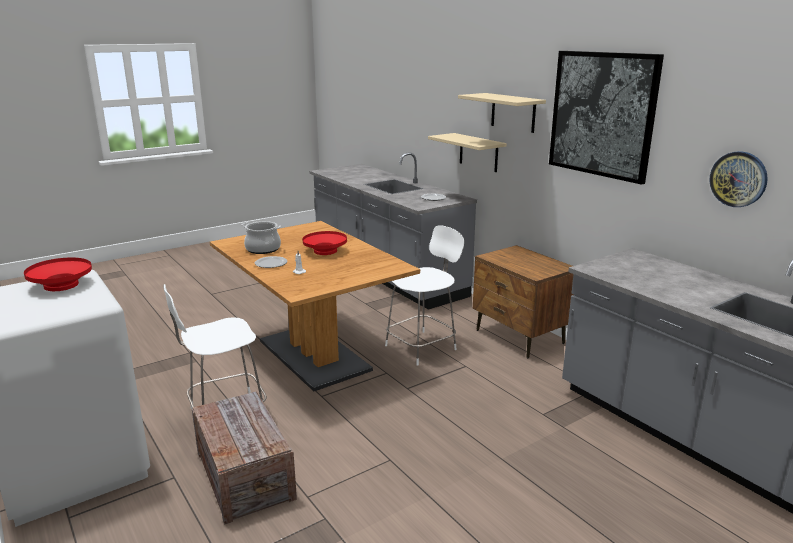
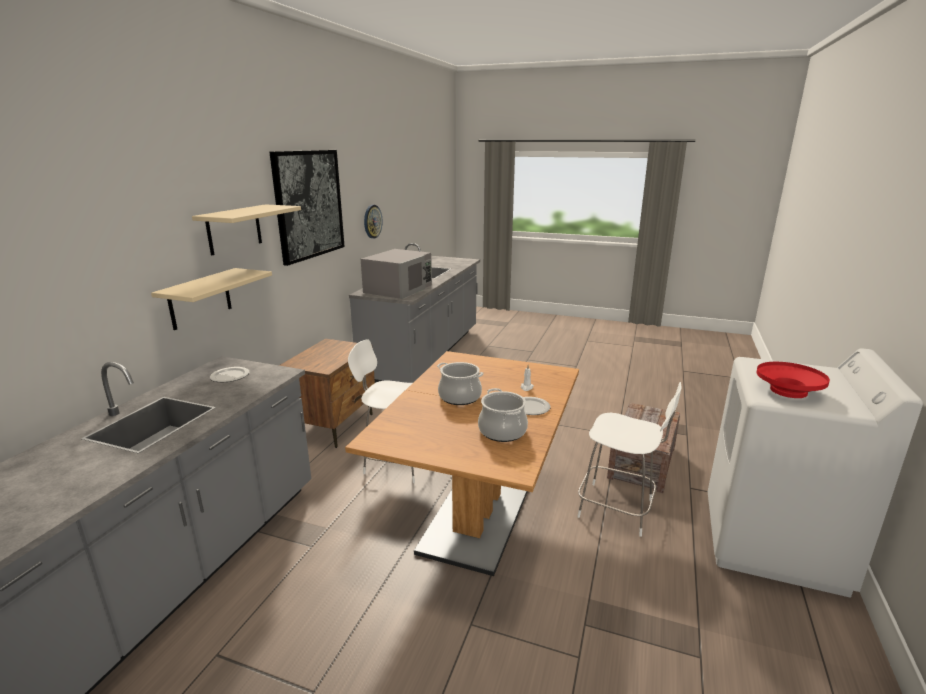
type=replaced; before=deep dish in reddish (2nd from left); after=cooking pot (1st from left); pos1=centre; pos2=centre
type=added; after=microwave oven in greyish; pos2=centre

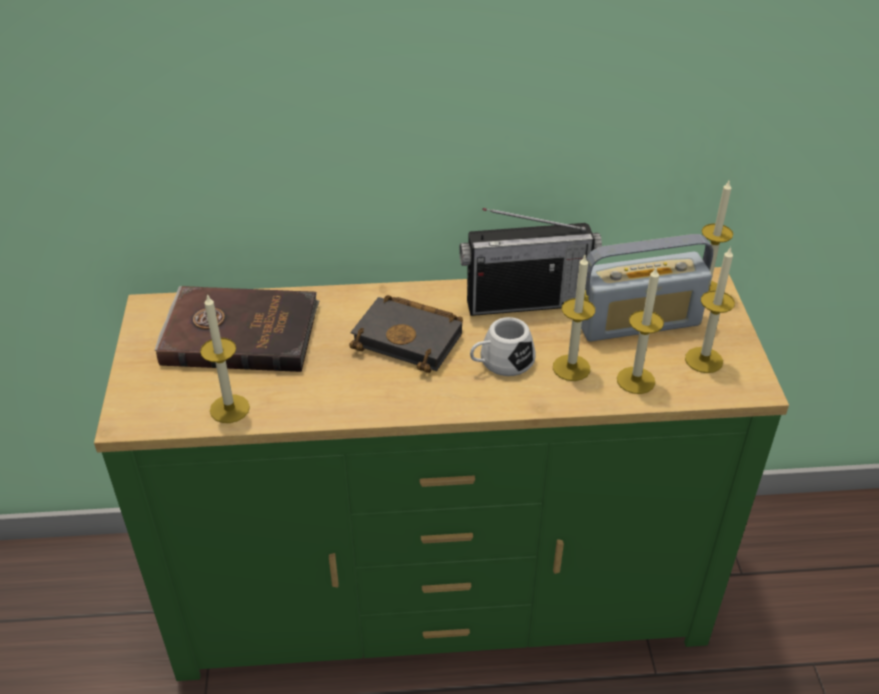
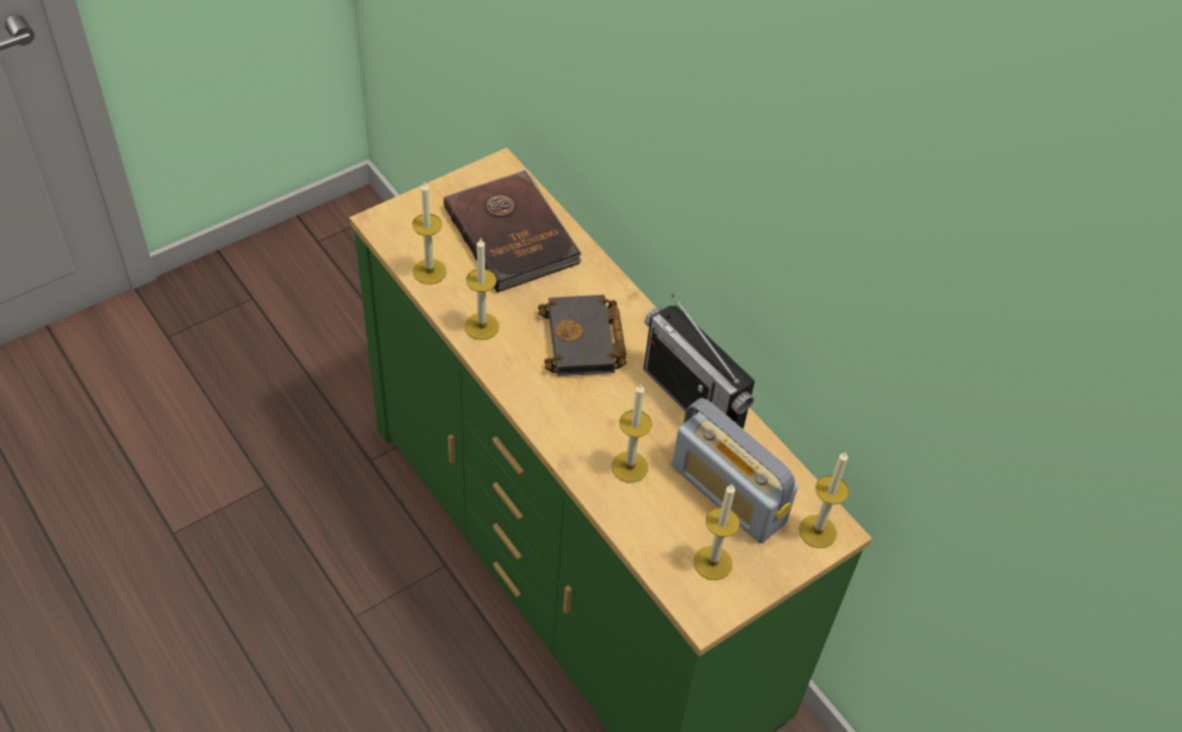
type=removed; before=tea mug in white-coloured; pos1=centre
type=moved; before=wax light (3rd from left in the first image); after=wax light (2nd from left); pos1=middle right; pos2=centre

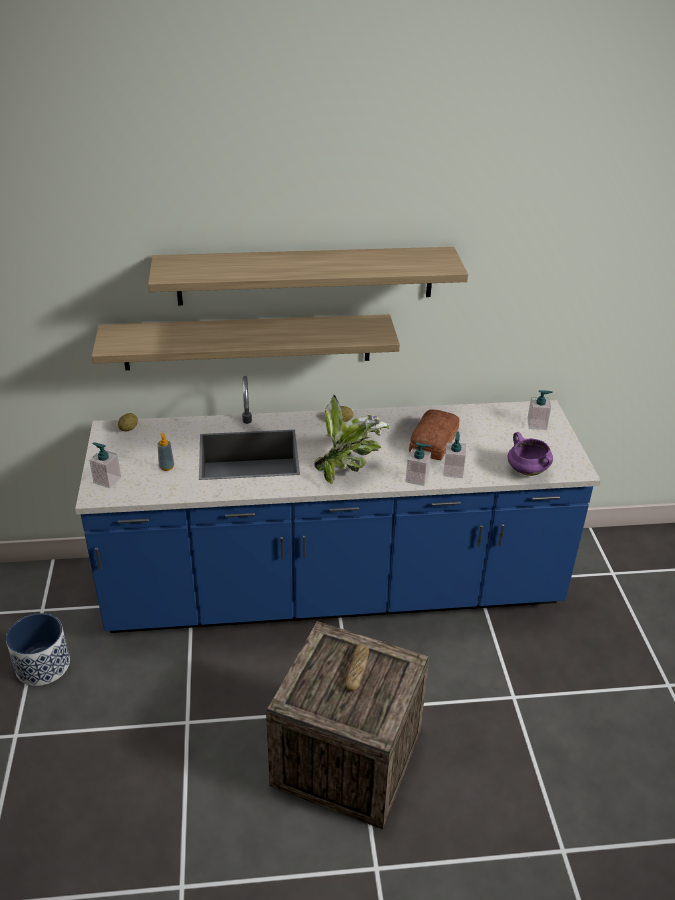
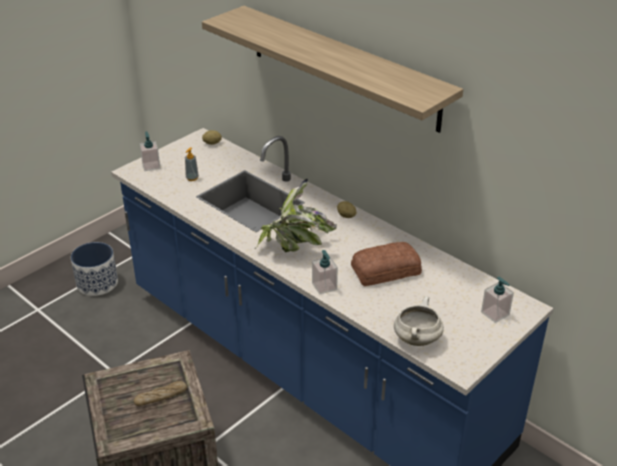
type=removed; before=bracket shelf (1st from left); pos1=centre
type=removed; before=liquid soap bottle (4th from left); pos1=middle right
type=recoloured; before=cooking pot in purple; after=cooking pot in white-coloured; pos1=middle right; pos2=bottom right

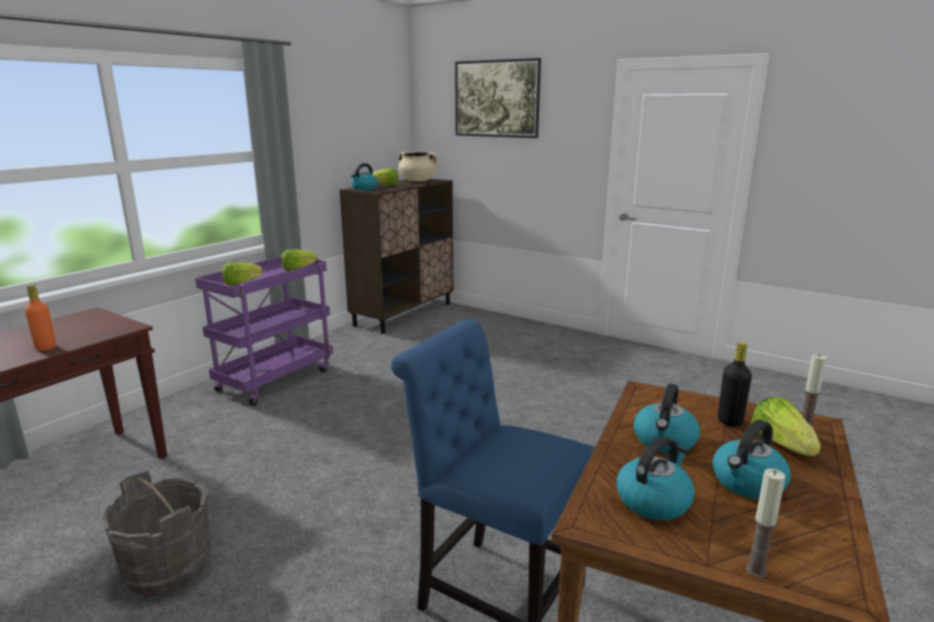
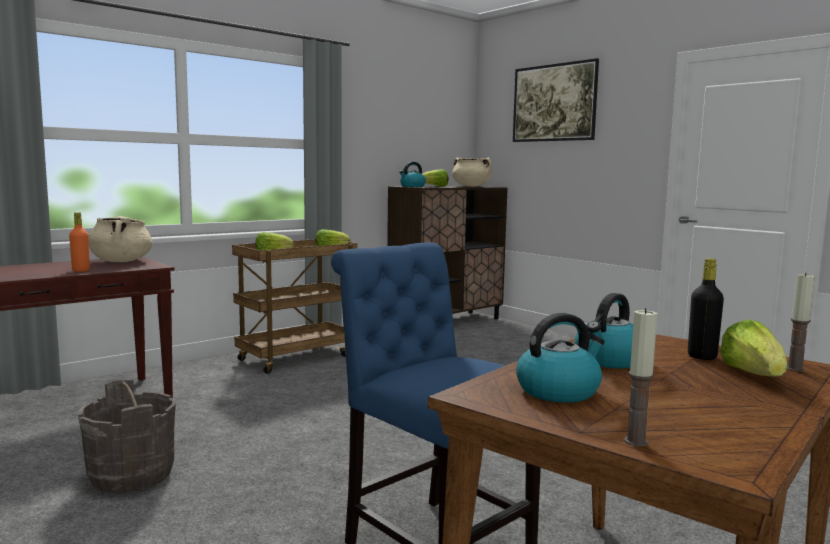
type=recoloured; before=trolley in purple; after=trolley in brown-coloured; pos1=middle left; pos2=centre
type=removed; before=kettle (4th from left); pos1=bottom right
type=added; after=cooking pot in beige (1st from left); pos2=middle left

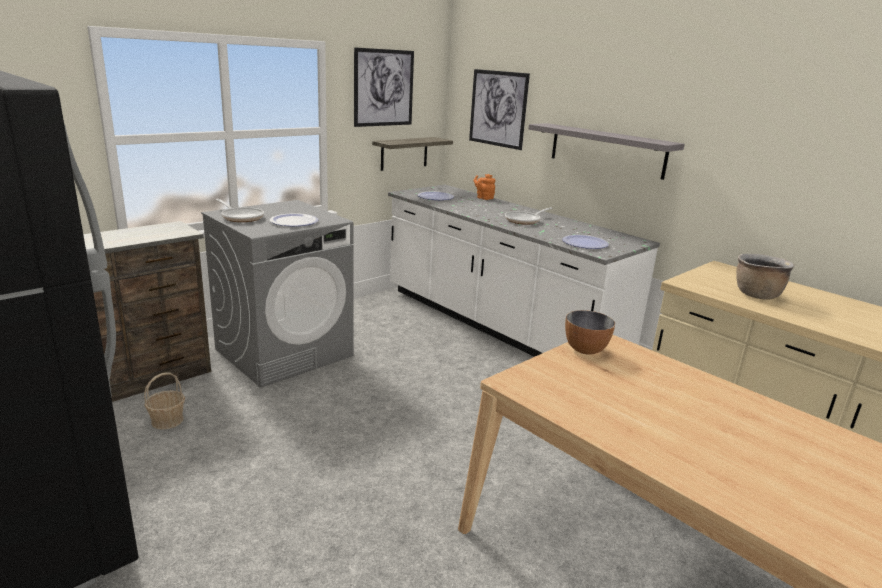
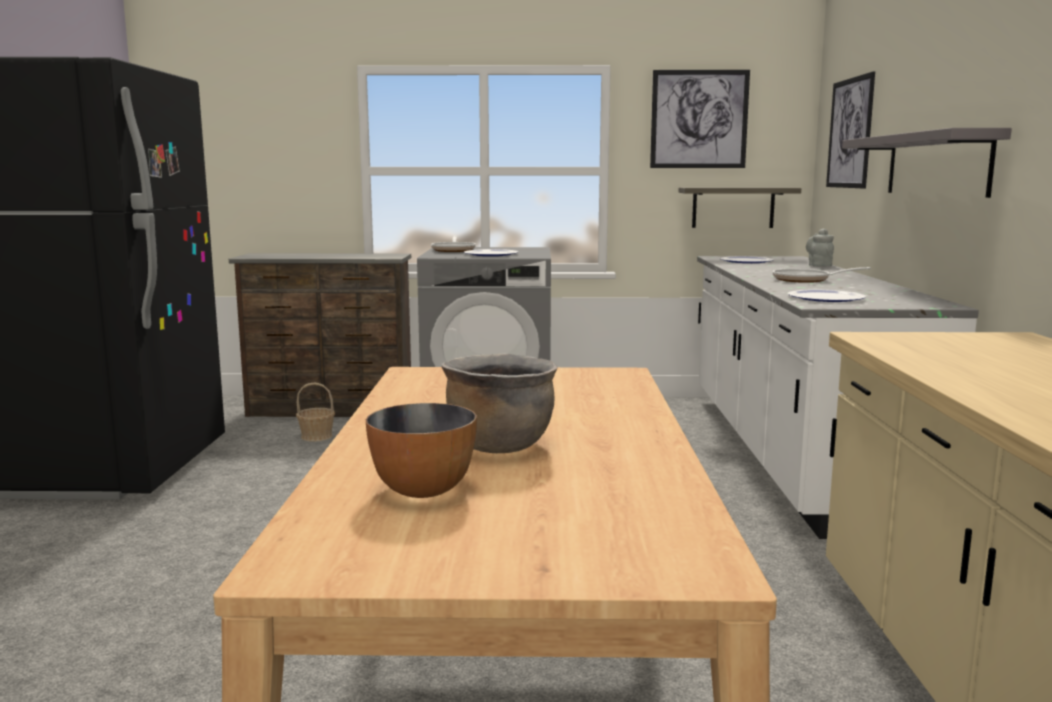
type=recoloured; before=tea pot in orange-coloured; after=tea pot in greyish; pos1=top centre; pos2=middle right
type=moved; before=deep dish; pos1=middle right; pos2=centre
type=moved; before=cooking pot in brown-coloured; pos1=middle right; pos2=centre

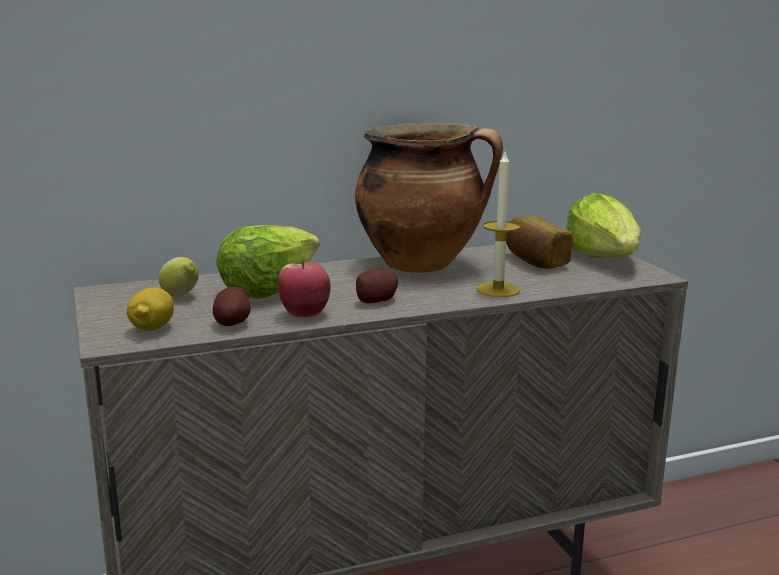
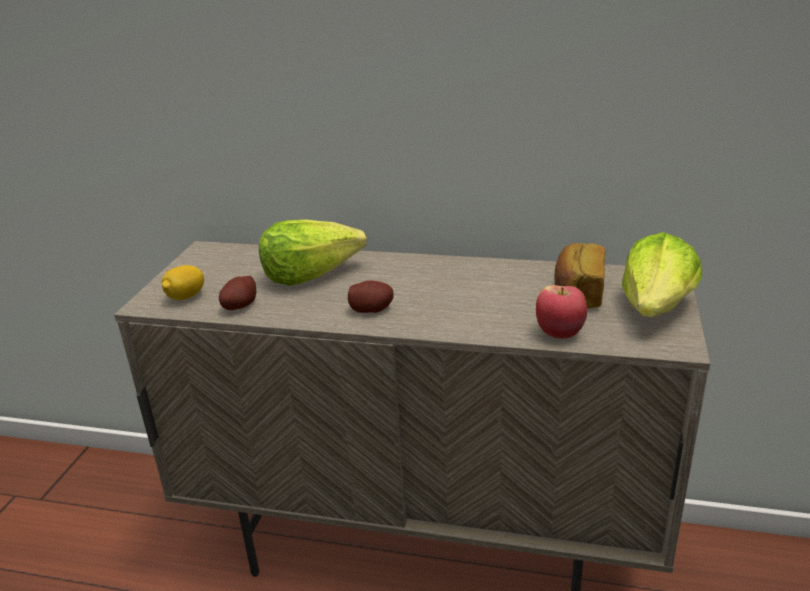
type=removed; before=lemon (2nd from left); pos1=middle left
type=moved; before=apple fruit; pos1=centre; pos2=middle right
type=removed; before=cooking pot; pos1=centre
type=removed; before=wax light; pos1=centre

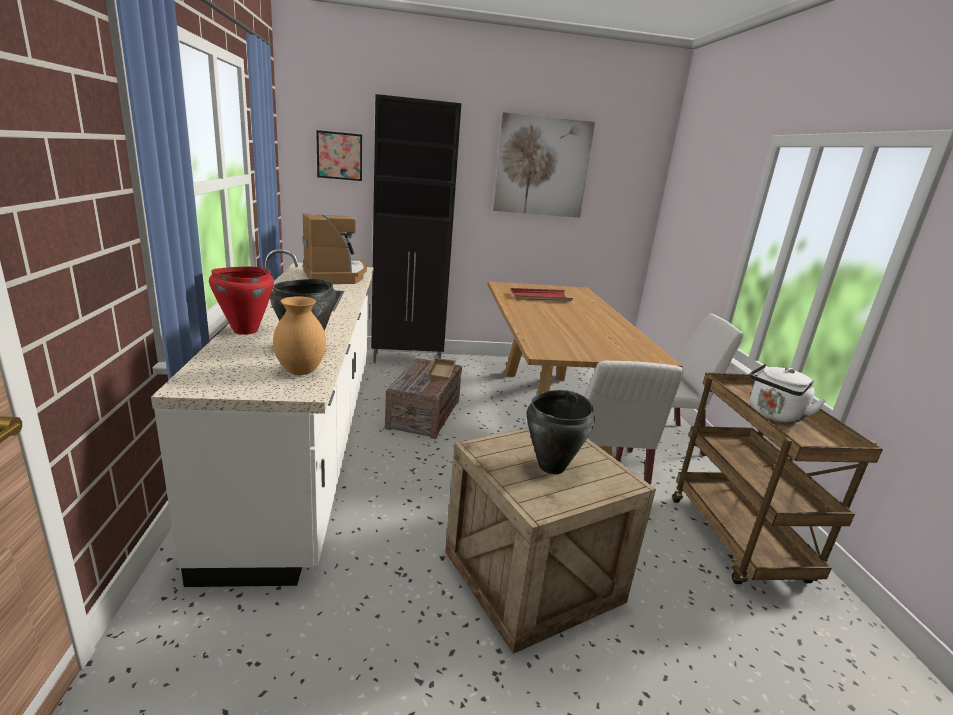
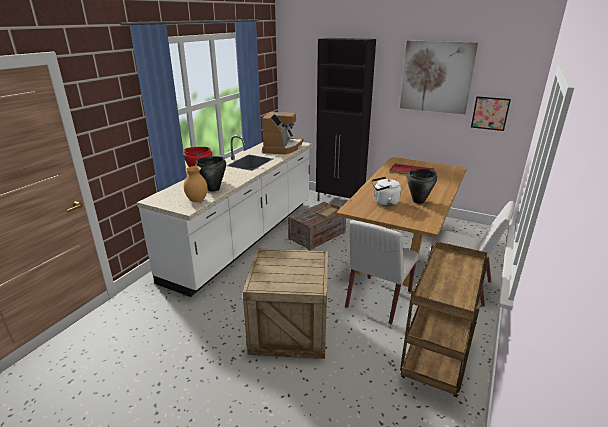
type=moved; before=picture (1st from left in the first image); after=picture (2nd from left); pos1=top centre; pos2=top right
type=moved; before=cooking pot in black-coloured (2nd from left); pos1=centre; pos2=middle right
type=moved; before=kettle in white-coloured; pos1=middle right; pos2=centre

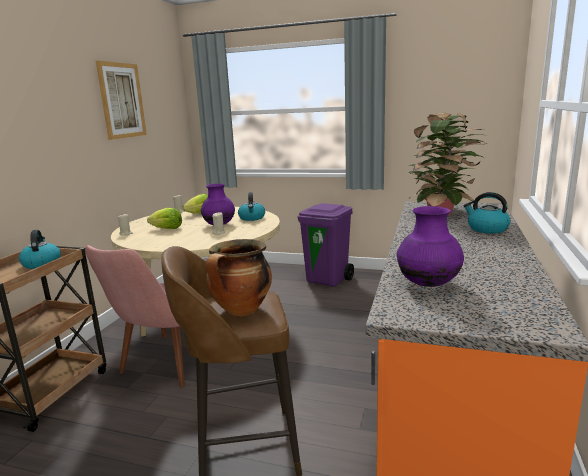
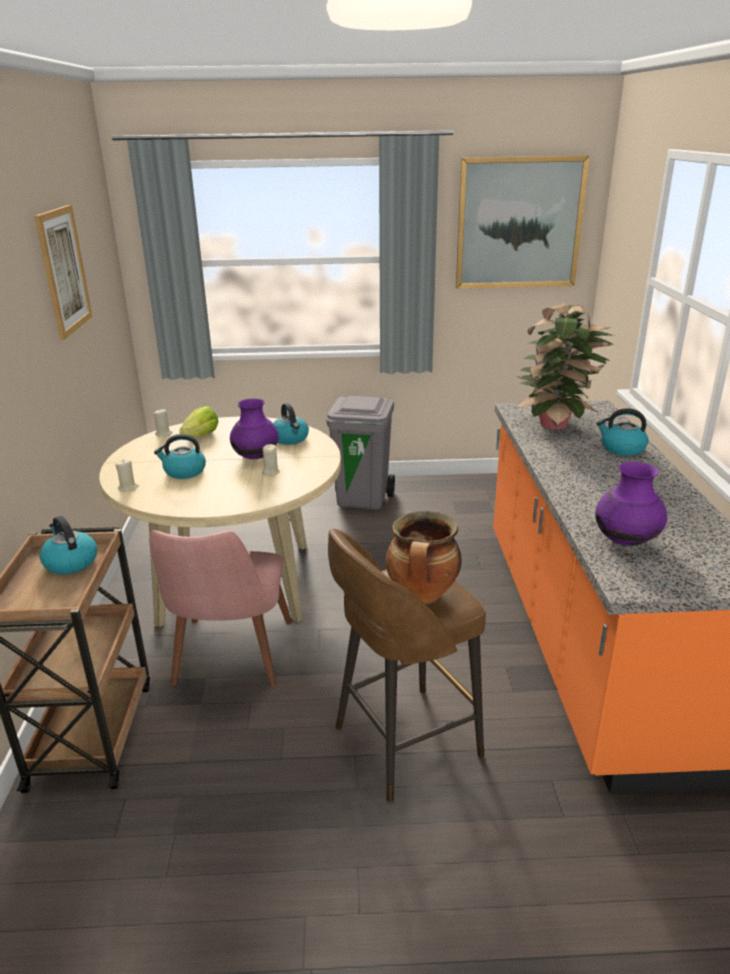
type=replaced; before=head of lettuce (1st from left); after=kettle (2nd from left); pos1=middle left; pos2=middle left
type=recoloured; before=rubbish bin in purple; after=rubbish bin in greyish; pos1=centre; pos2=centre
type=added; after=picture (2nd from left); pos2=top right

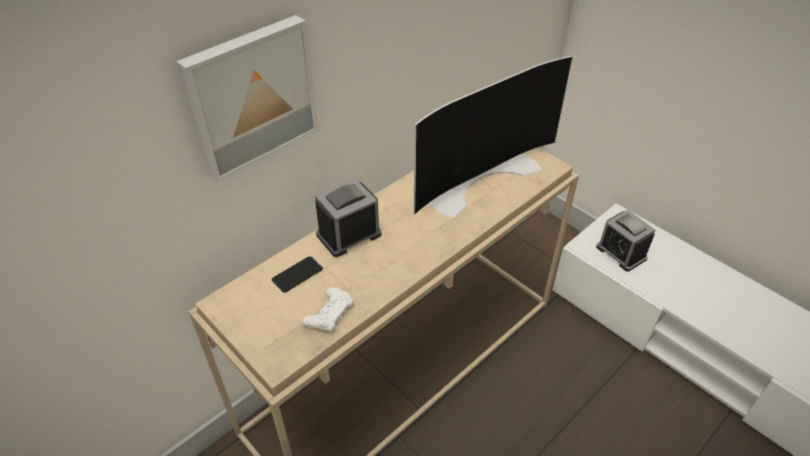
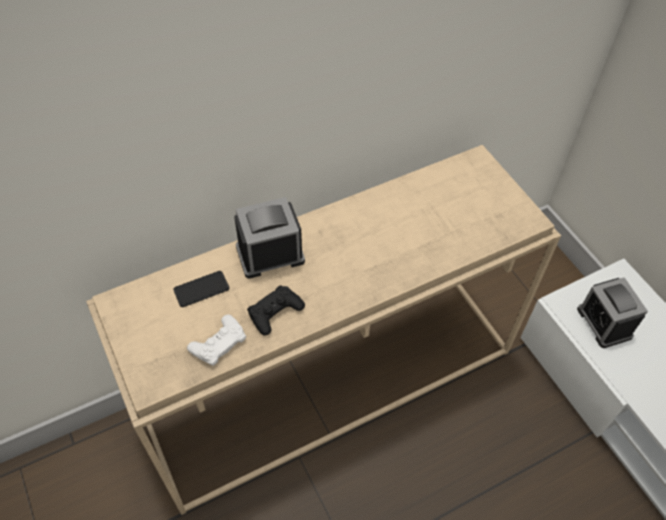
type=removed; before=picture; pos1=top left
type=removed; before=television; pos1=top centre
type=added; after=joypad in black-coloured; pos2=centre

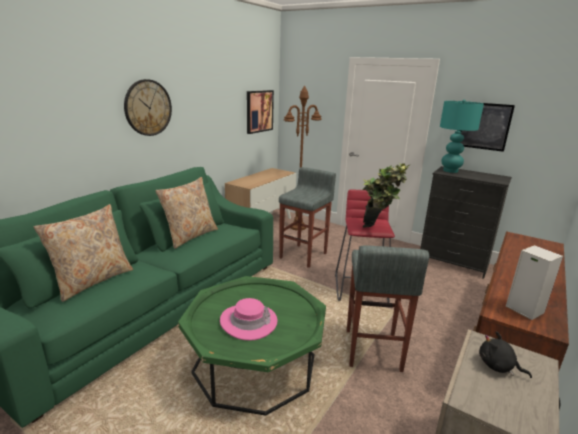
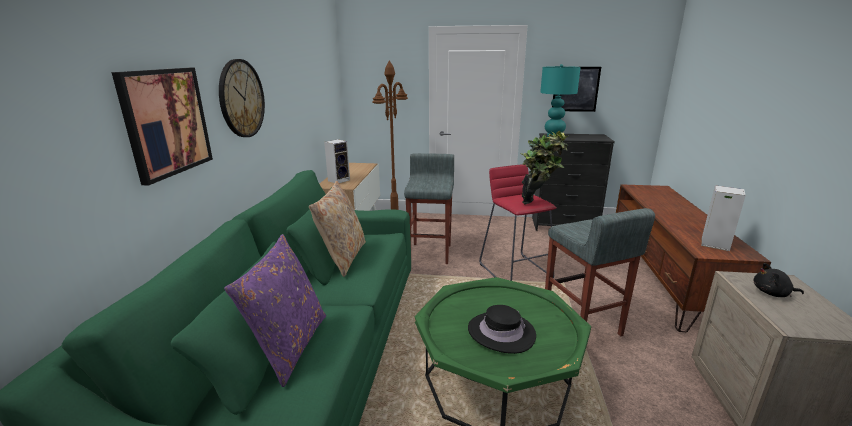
type=recoloured; before=cushion in beige (1st from left); after=cushion in purple; pos1=middle left; pos2=bottom left
type=recoloured; before=clothing hat in pinkish; after=clothing hat in black-coloured; pos1=bottom centre; pos2=bottom centre
type=moved; before=picture (1st from left); pos1=top centre; pos2=top left
type=added; after=loudspeaker (1st from left); pos2=centre

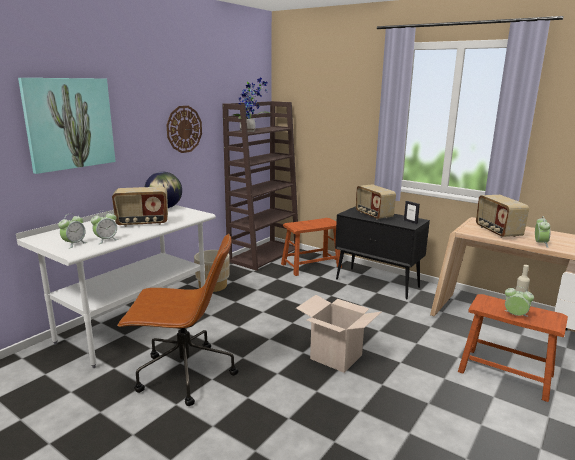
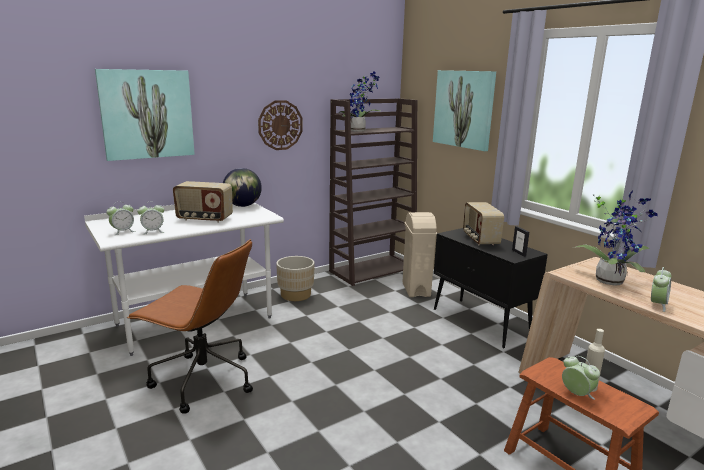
type=replaced; before=sitting stool in brown-coloured (1st from left); after=rubbish bin in beige; pos1=centre; pos2=centre
type=removed; before=cardboard box; pos1=bottom centre
type=replaced; before=radio (3rd from left); after=houseplant (2nd from left); pos1=middle right; pos2=middle right
type=added; after=picture (2nd from left); pos2=top centre

